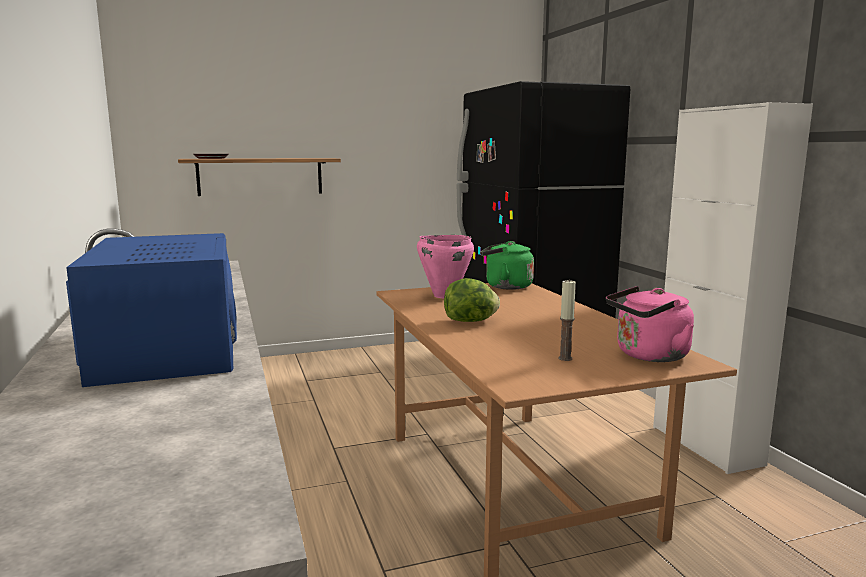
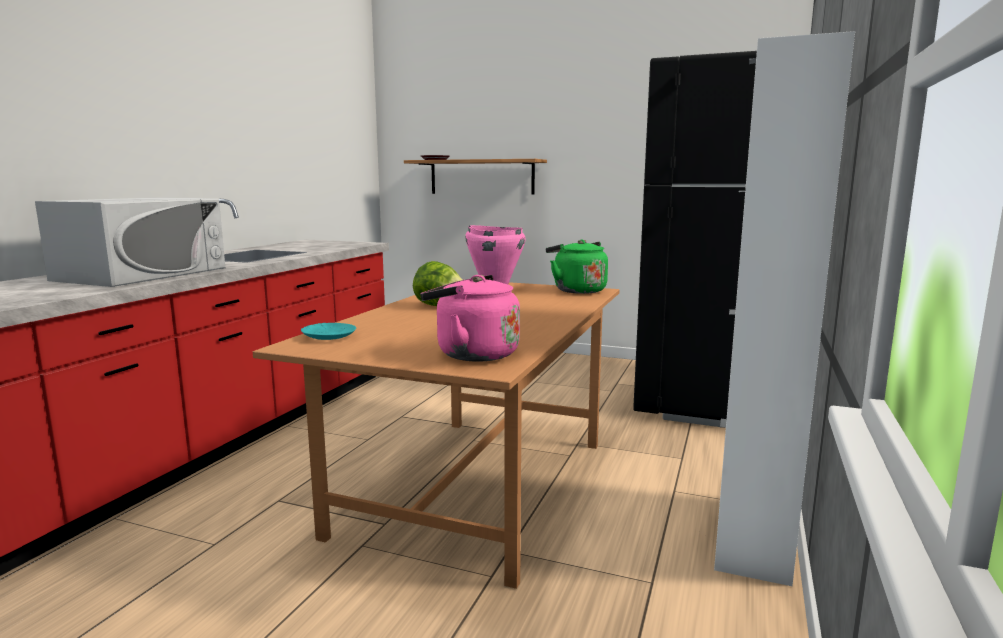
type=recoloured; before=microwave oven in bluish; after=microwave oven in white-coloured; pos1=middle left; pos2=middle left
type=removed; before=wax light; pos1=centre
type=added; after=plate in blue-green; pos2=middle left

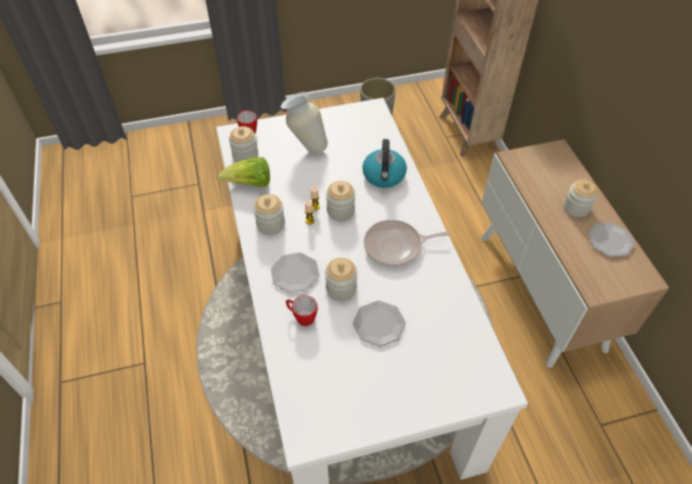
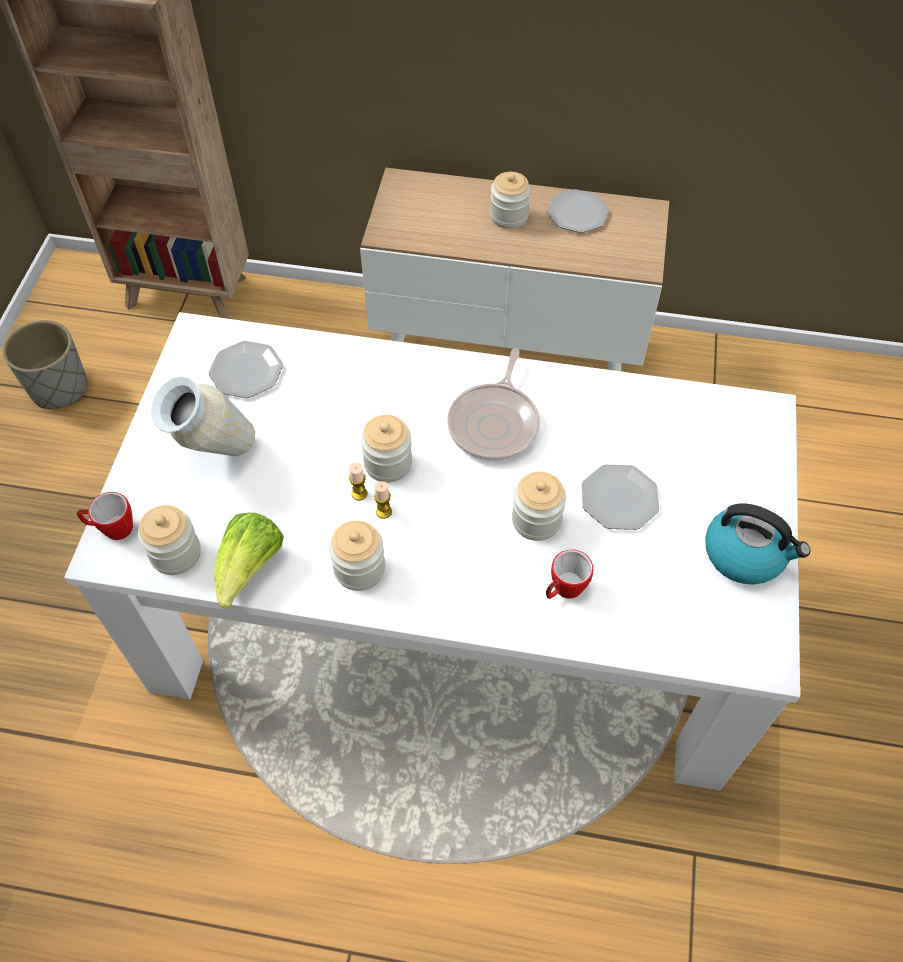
type=moved; before=plate (1st from left); pos1=centre; pos2=middle left
type=moved; before=kettle; pos1=centre; pos2=middle right

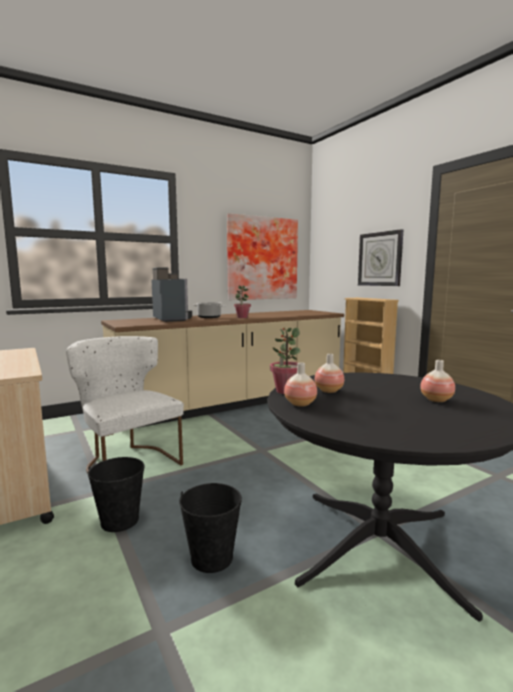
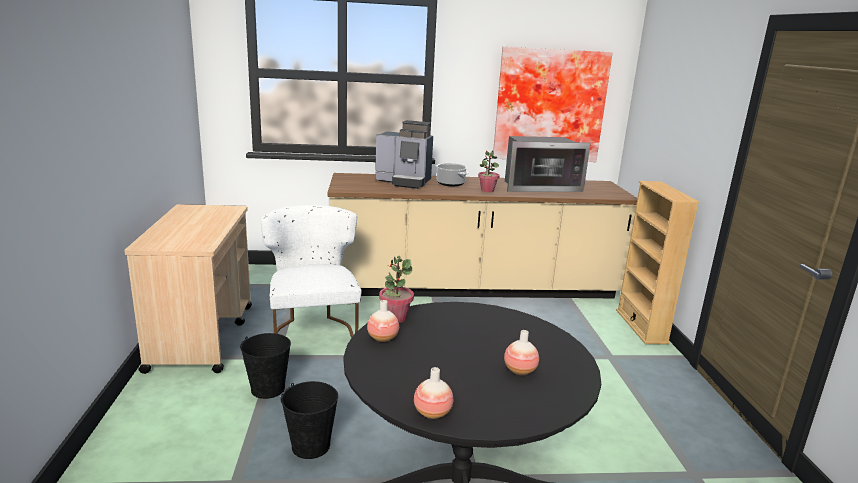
type=turned; before=coffee maker; pos1=centre; pos2=top centre; turn=105
type=moved; before=vase (2nd from left); pos1=centre; pos2=bottom centre
type=removed; before=wall clock; pos1=middle right
type=added; after=microwave oven; pos2=centre

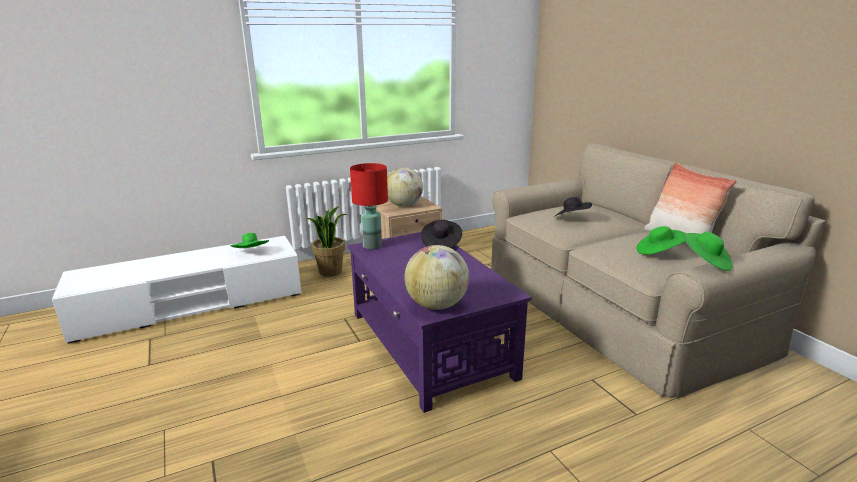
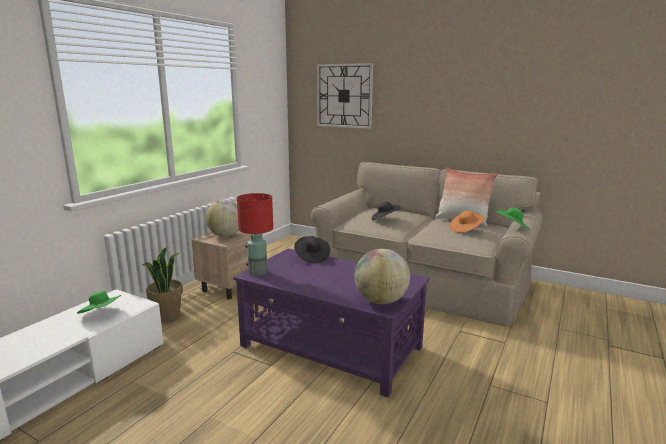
type=recoloured; before=clothing hat in greenish (2nd from left); after=clothing hat in orange-coloured; pos1=middle right; pos2=middle right
type=added; after=wall clock; pos2=top centre

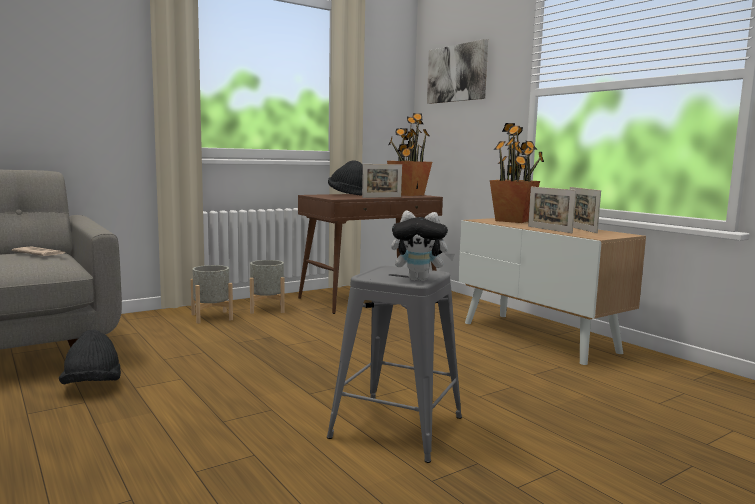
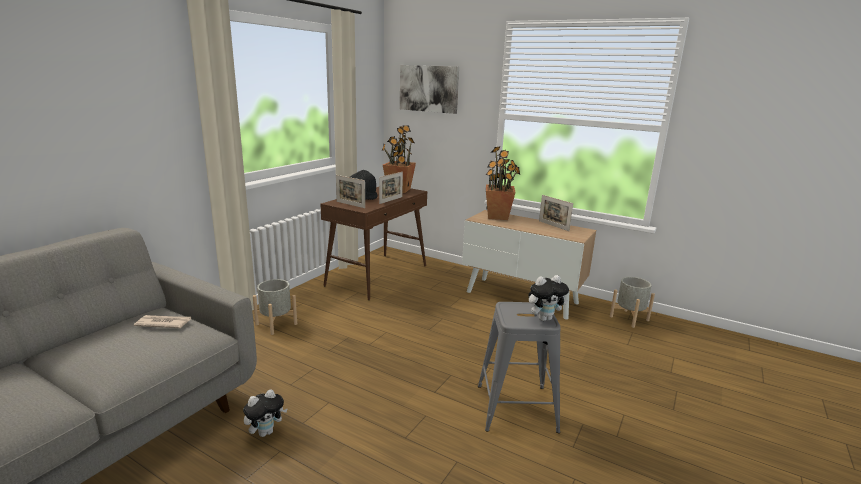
type=replaced; before=clothing hat in black-coloured (1st from left); after=cuddly toy (1st from left); pos1=bottom left; pos2=bottom left
type=moved; before=flower pot in greyish (2nd from left); pos1=centre; pos2=middle right
type=moved; before=picture frame (2nd from left in the first image); after=picture frame (1st from left); pos1=middle right; pos2=centre

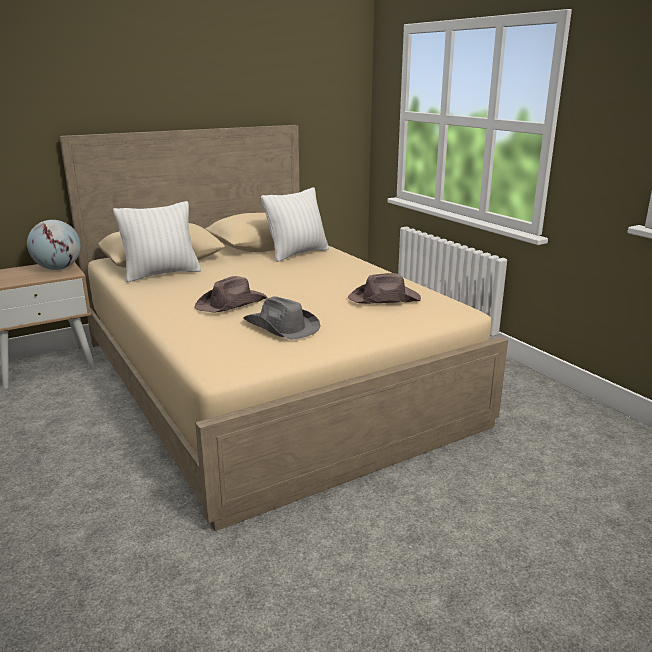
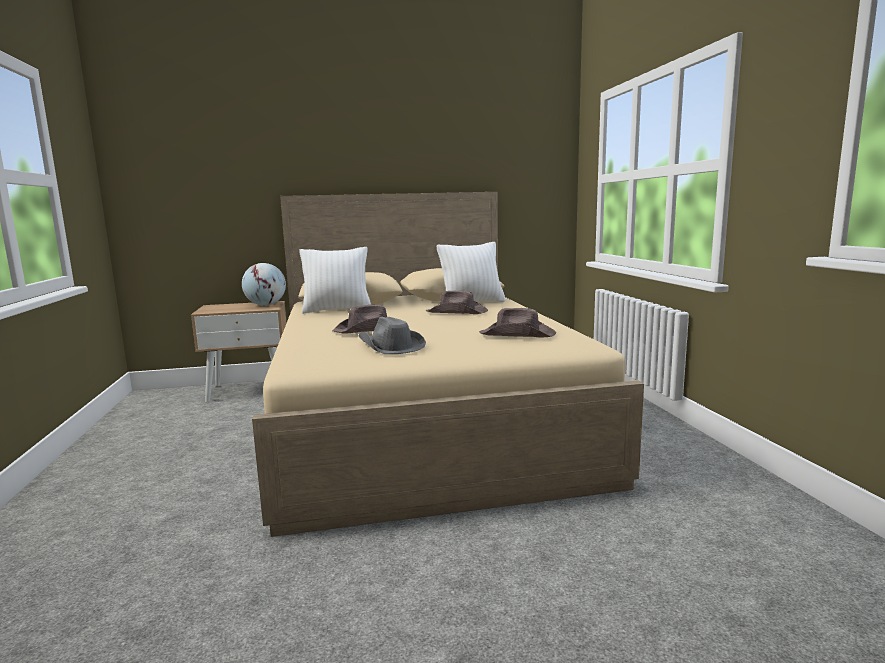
type=added; after=clothing hat in brown-coloured (2nd from left); pos2=centre

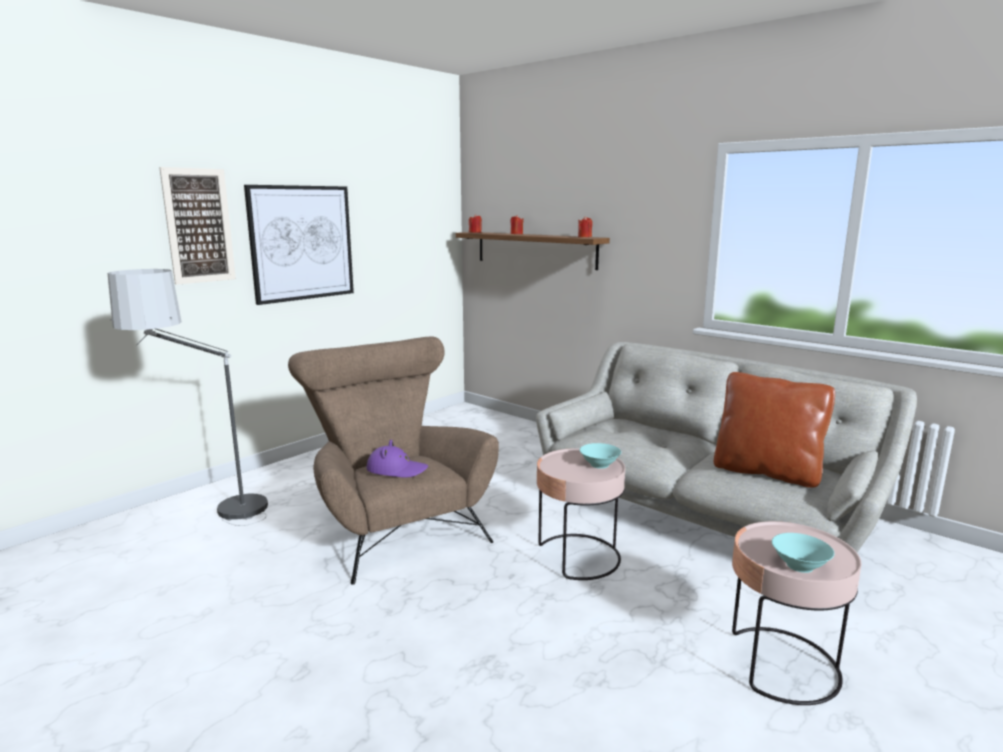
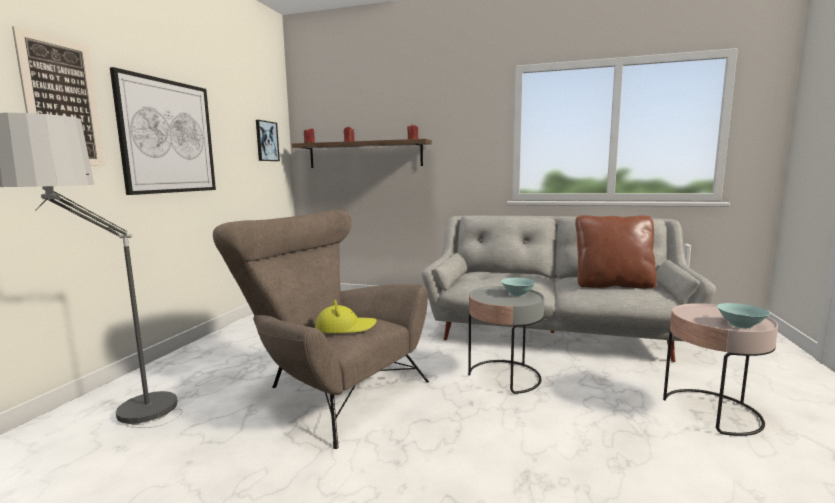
type=recoloured; before=clothing hat in purple; after=clothing hat in yellowish; pos1=centre; pos2=centre
type=recoloured; before=accent table in pinkish (1st from left); after=accent table in greyish; pos1=bottom centre; pos2=bottom centre
type=added; after=picture (3rd from left); pos2=top left

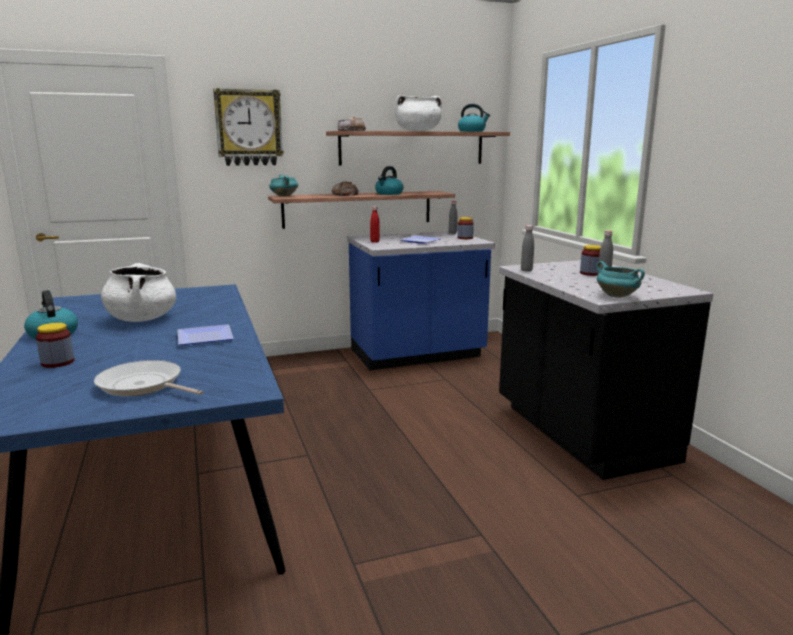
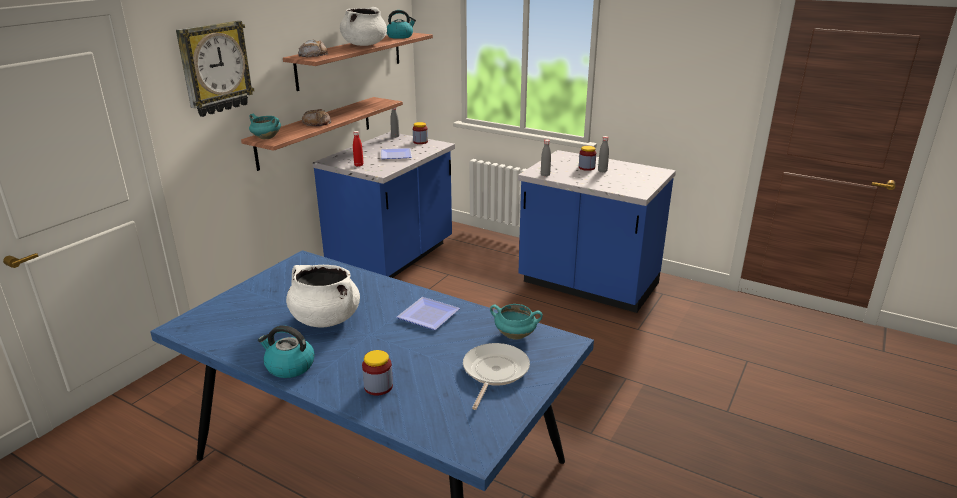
type=turned; before=pan; pos1=middle left; pos2=bottom centre; turn=120
type=removed; before=kettle (2nd from left); pos1=top centre
type=recoloured; before=kitchen base unit in black-coloured; after=kitchen base unit in bluish (2nd from left); pos1=middle right; pos2=centre
type=moved; before=cooking pot in blue-green (2nd from left); pos1=middle right; pos2=centre

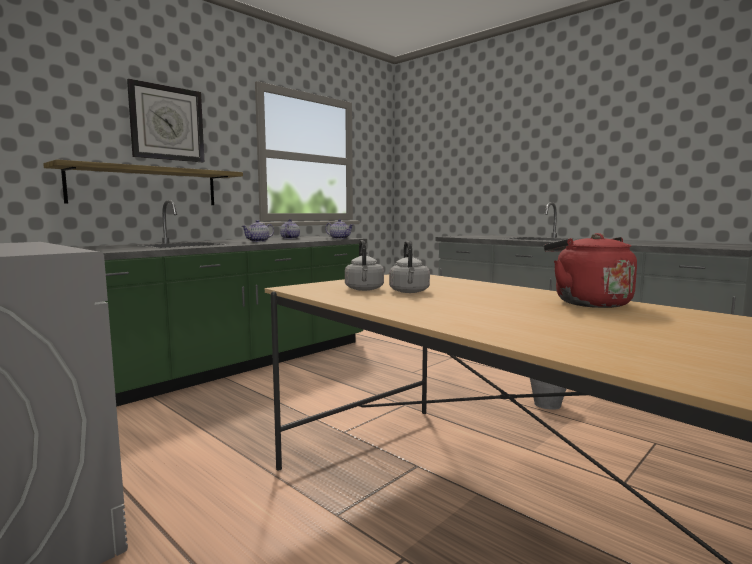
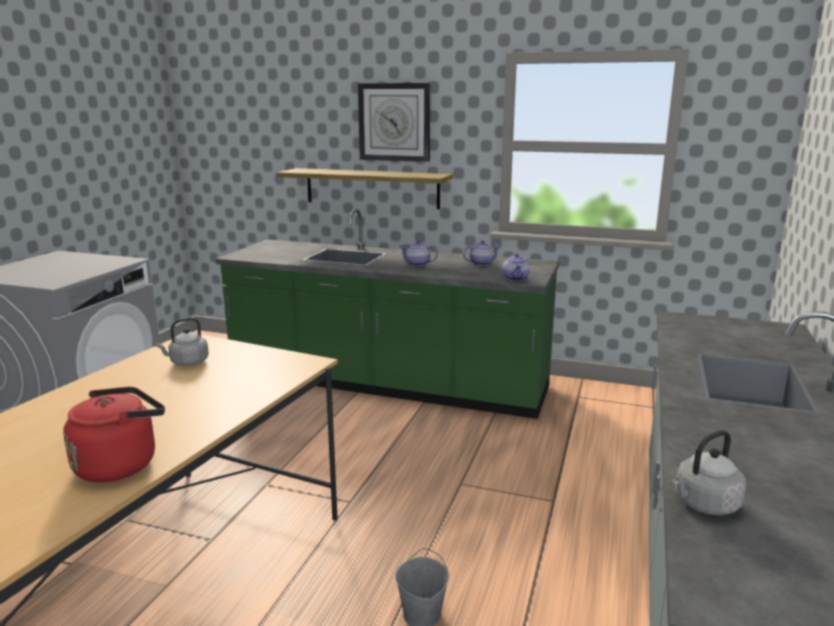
type=moved; before=kettle in greyish (2nd from left); pos1=centre; pos2=bottom right

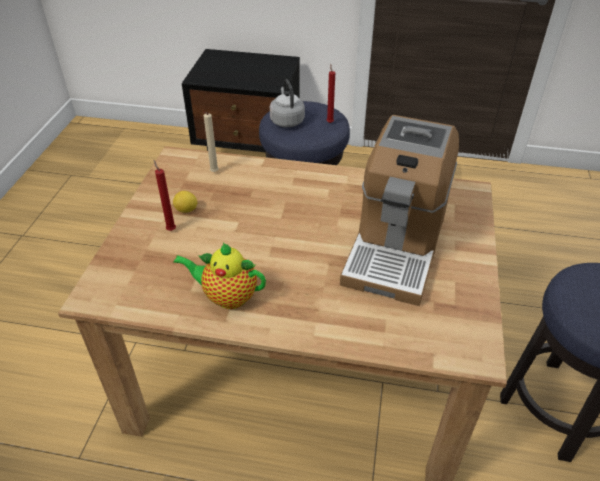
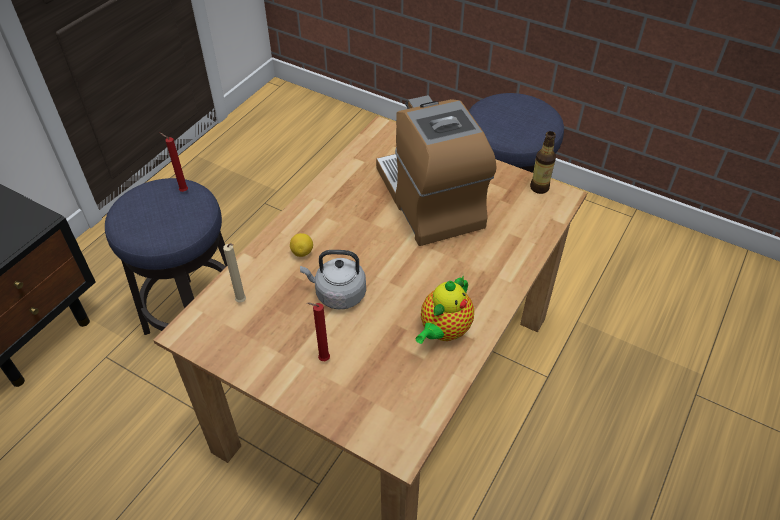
type=moved; before=lemon; pos1=middle left; pos2=centre
type=moved; before=kettle in greyish; pos1=top centre; pos2=centre
type=turned; before=coffee maker; pos1=centre; pos2=top centre; turn=-150
type=added; after=beverage bottle; pos2=top right

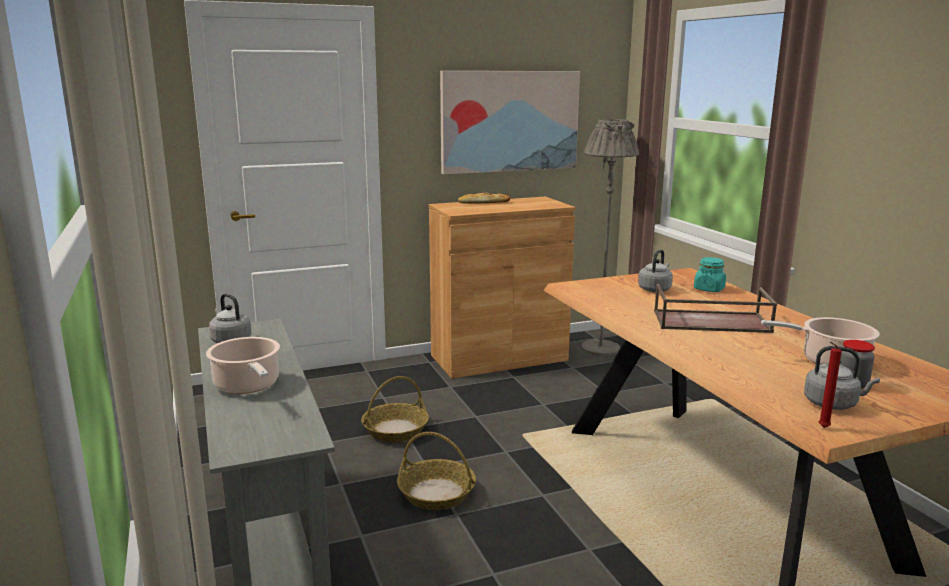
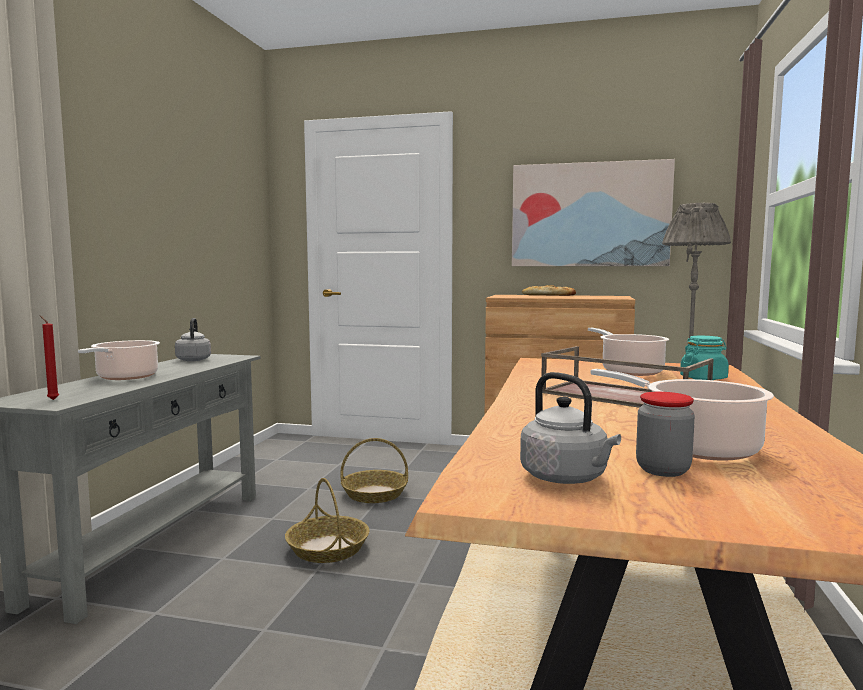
type=replaced; before=kettle in greyish (2nd from left); after=cooking pot (2nd from left); pos1=middle right; pos2=middle right
type=moved; before=wax light in reddish; pos1=middle right; pos2=middle left

